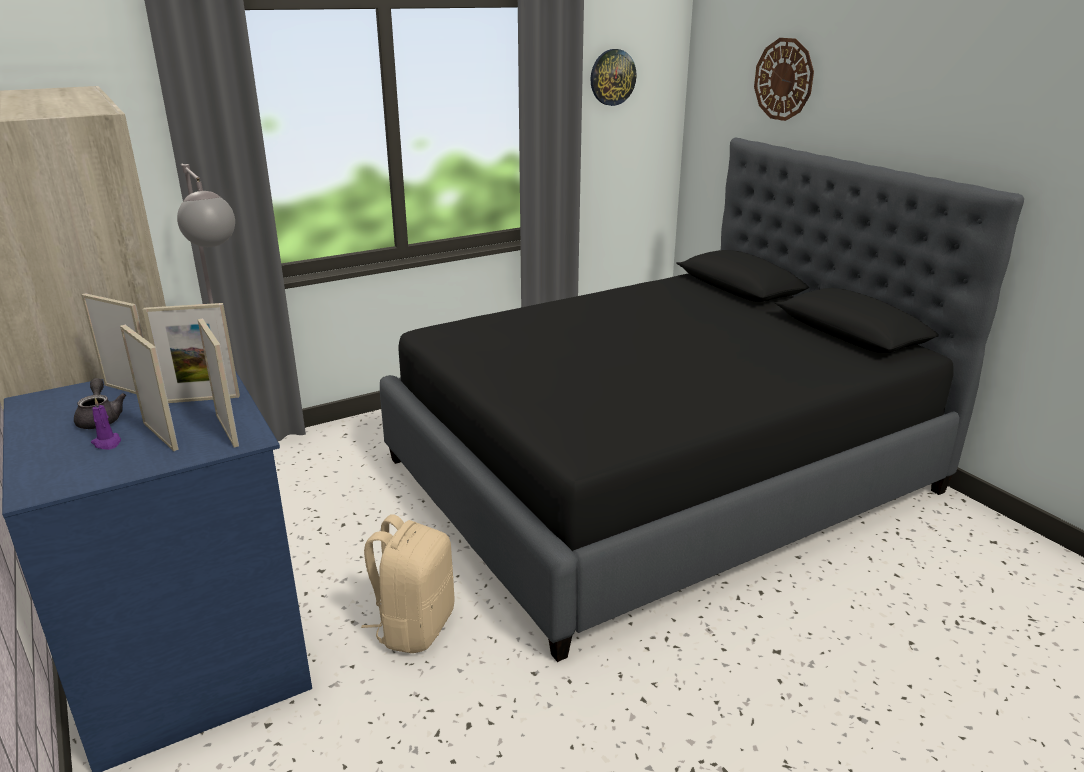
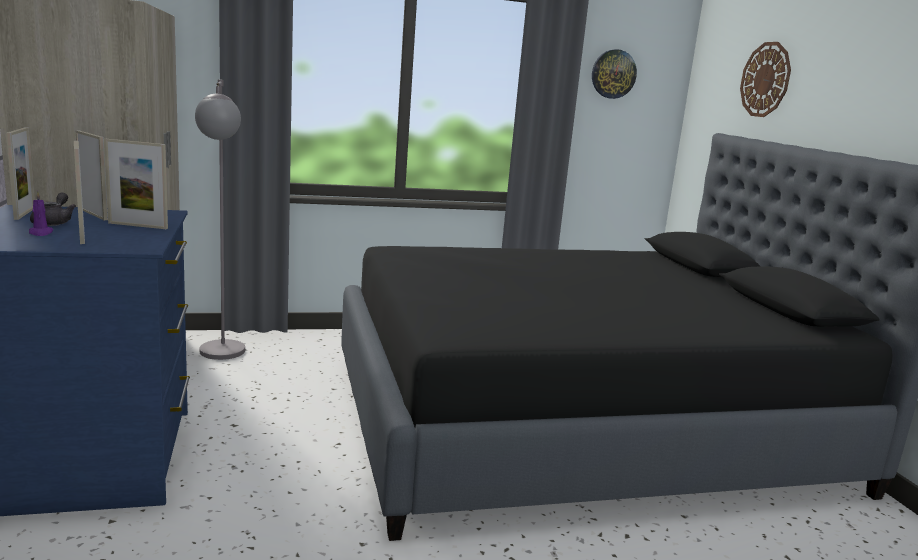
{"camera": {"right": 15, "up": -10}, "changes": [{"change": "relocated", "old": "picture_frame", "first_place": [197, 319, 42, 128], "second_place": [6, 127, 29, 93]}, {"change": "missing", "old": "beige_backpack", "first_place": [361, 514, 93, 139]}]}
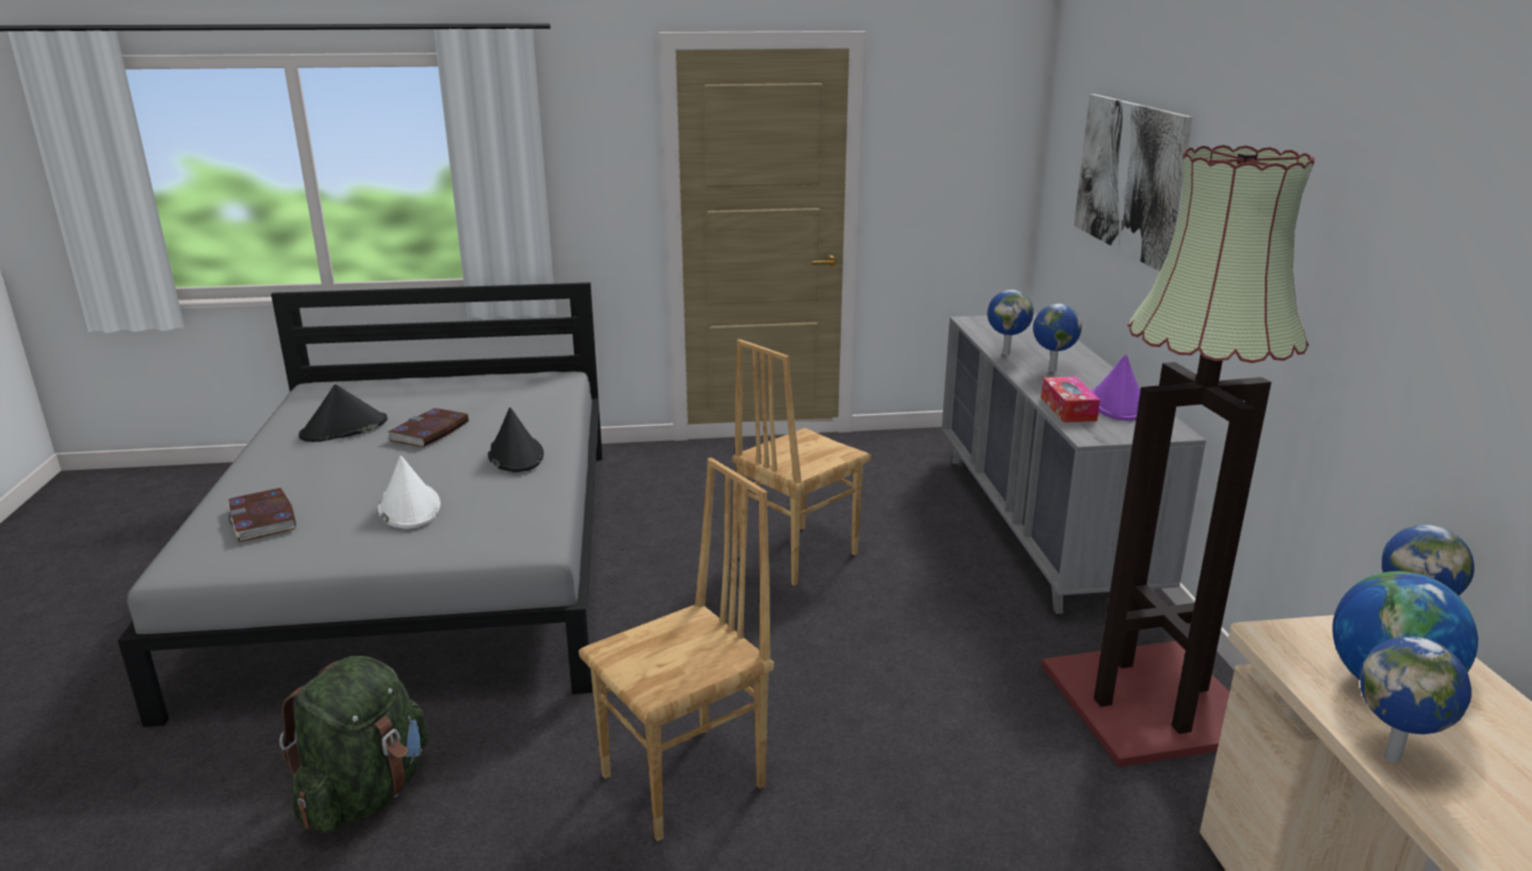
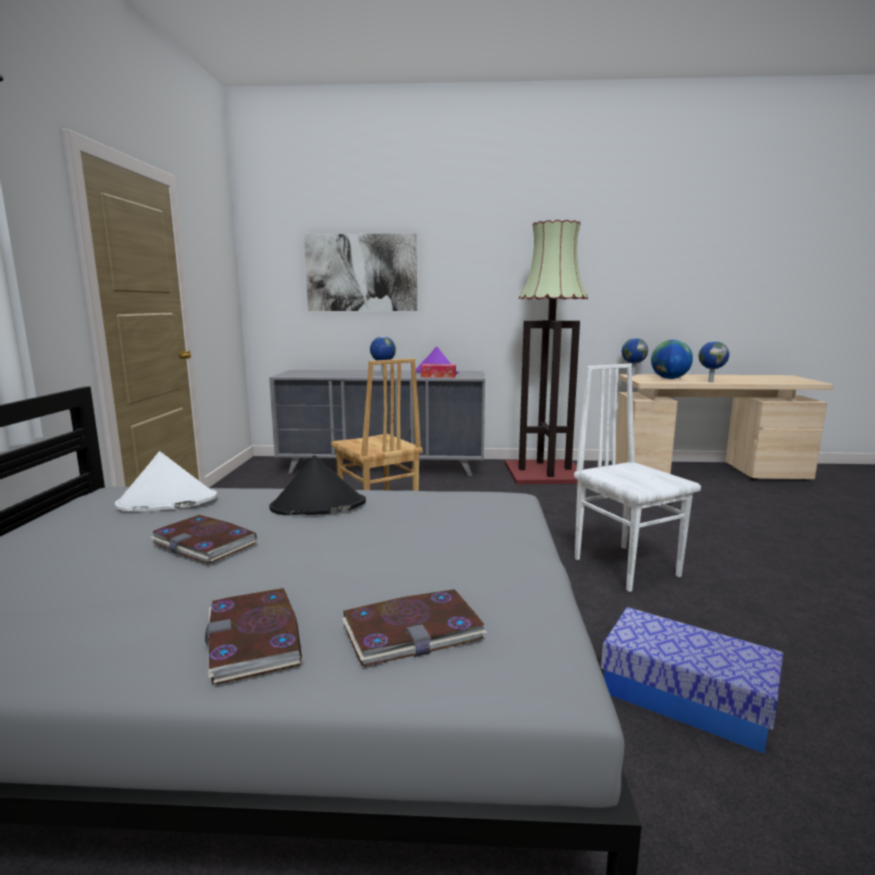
{"camera": {"right": -80, "up": -10}, "changes": [{"change": "exchanged", "old": "green_backpack", "new": "storage_box", "first_place": [279, 656, 149, 177], "second_place": [601, 607, 182, 147]}, {"change": "missing", "old": "black_hat", "first_place": [299, 384, 89, 58]}, {"change": "relocated", "old": "white_hat", "first_place": [378, 456, 63, 73], "second_place": [115, 452, 102, 59]}, {"change": "colour", "old": "brown_chair", "new": "white_chair", "first_place": [579, 457, 195, 384], "second_place": [574, 364, 127, 228]}, {"change": "missing", "old": "globe", "first_place": [987, 290, 47, 65]}, {"change": "appeared", "new": "book", "second_place": [205, 588, 97, 97]}]}
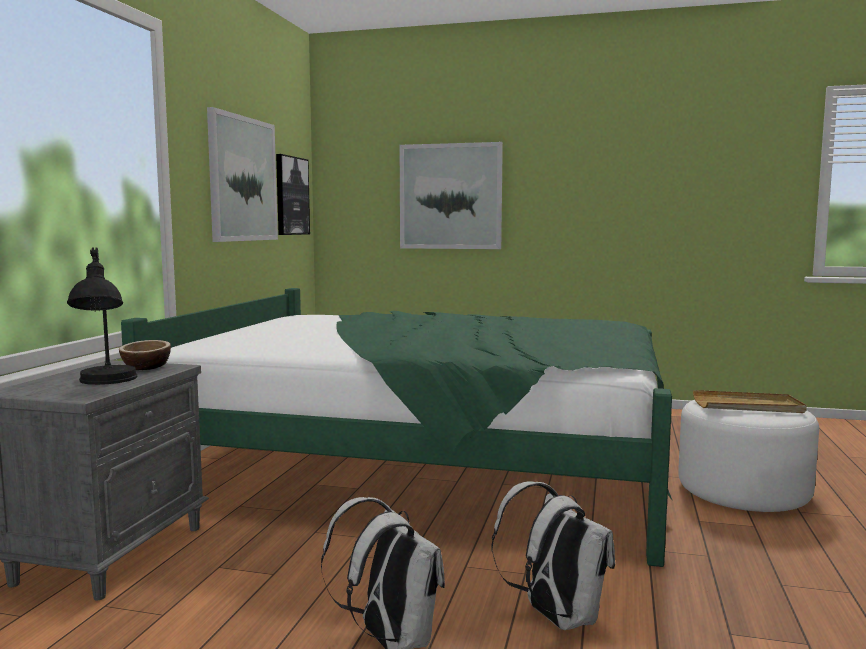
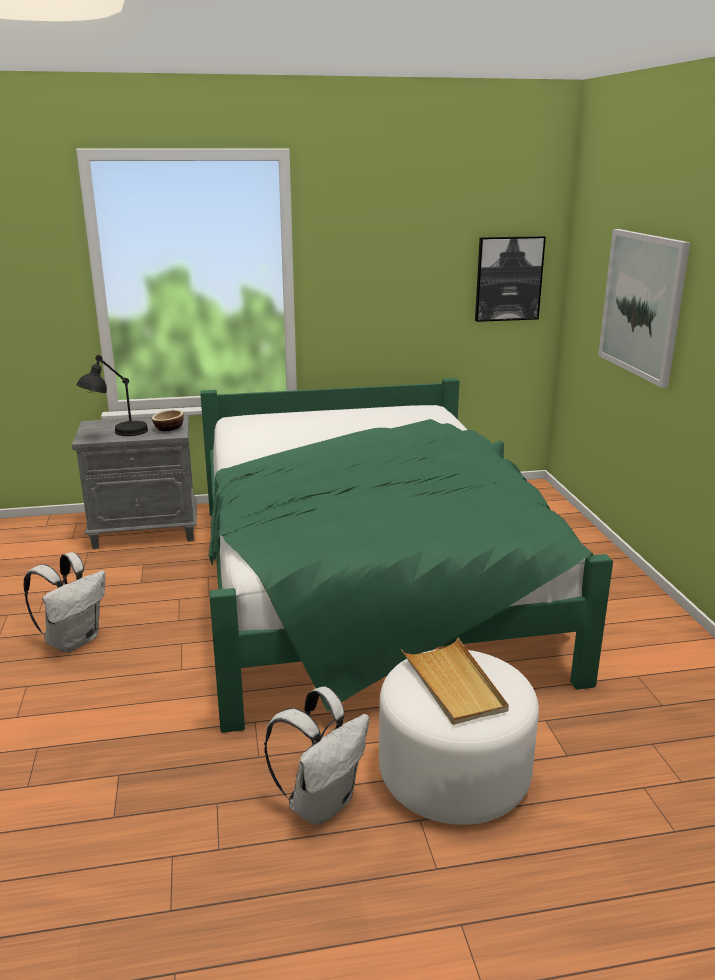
{"camera": {"right": 65, "up": 15}, "changes": [{"change": "missing", "old": "picture", "first_place": [207, 107, 71, 135]}, {"change": "relocated", "old": "white_backpack", "first_place": [491, 481, 124, 149], "second_place": [264, 686, 105, 139]}]}
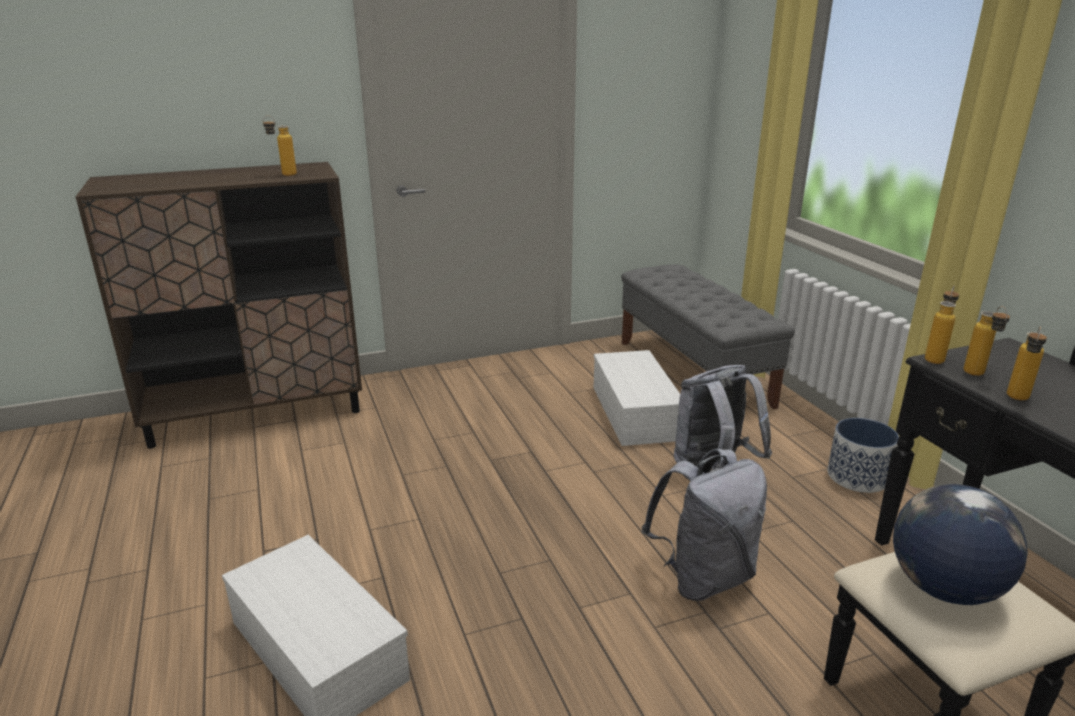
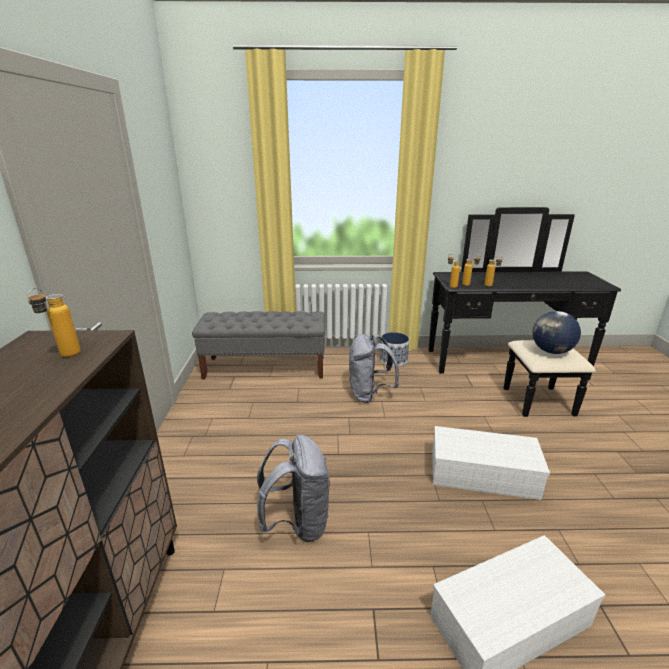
{"camera": {"right": -70, "up": 0}, "changes": [{"change": "relocated", "old": "white_storage_box", "first_place": [594, 350, 86, 96], "second_place": [432, 426, 118, 74]}, {"change": "relocated", "old": "grey_backpack", "first_place": [641, 449, 126, 152], "second_place": [257, 435, 73, 107]}]}
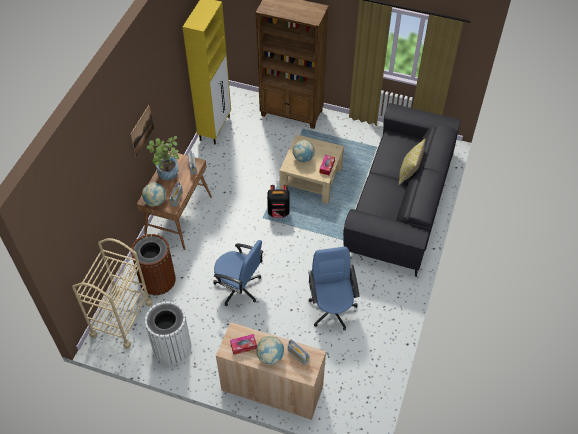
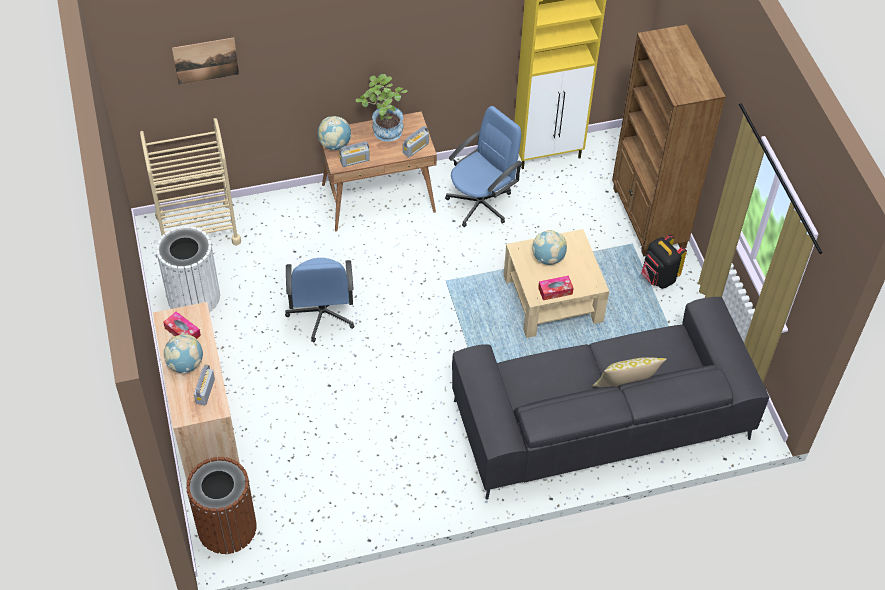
{"camera": {"right": 55, "up": 0}, "changes": [{"change": "relocated", "old": "picture", "first_place": [130, 105, 24, 52], "second_place": [172, 38, 67, 47]}, {"change": "relocated", "old": "brown_trash_can", "first_place": [131, 234, 45, 61], "second_place": [186, 457, 71, 97]}, {"change": "relocated", "old": "black_backpack", "first_place": [267, 185, 22, 33], "second_place": [641, 234, 46, 55]}, {"change": "relocated", "old": "blue_office_chair", "first_place": [308, 247, 51, 83], "second_place": [445, 106, 77, 121]}]}
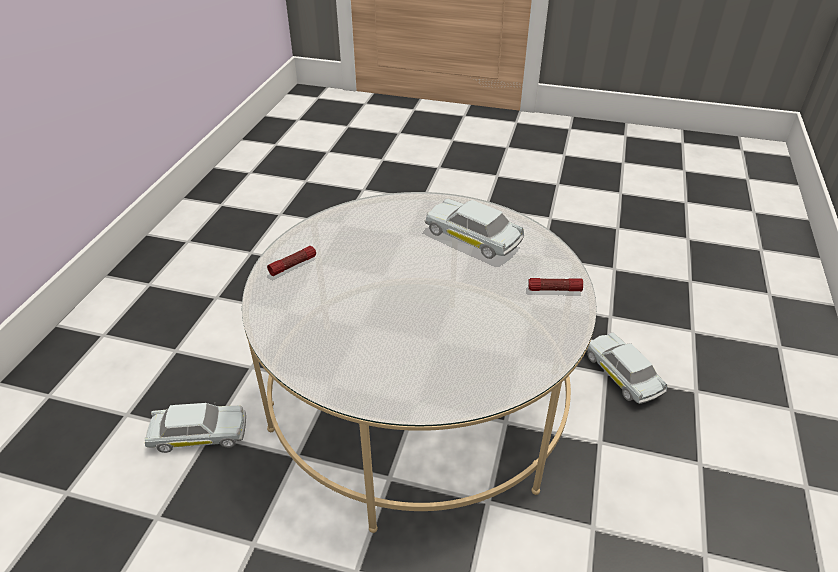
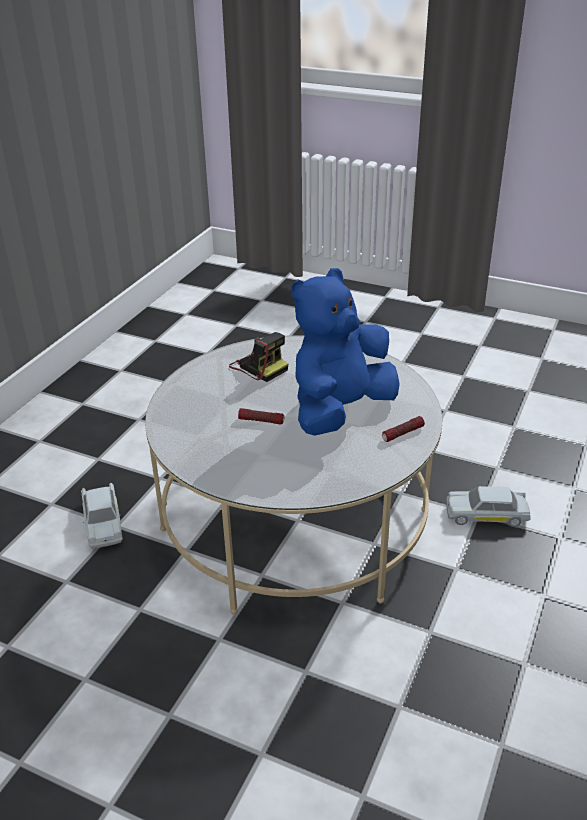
{"camera": {"right": -170, "up": -5}, "changes": [{"change": "missing", "old": "white_toy_car", "first_place": [424, 198, 100, 61]}, {"change": "relocated", "old": "flashlight", "first_place": [528, 278, 55, 13], "second_place": [238, 408, 46, 16]}, {"change": "appeared", "new": "photo_camera", "second_place": [229, 332, 59, 50]}, {"change": "appeared", "new": "blue_plush_toy", "second_place": [291, 268, 109, 168]}]}
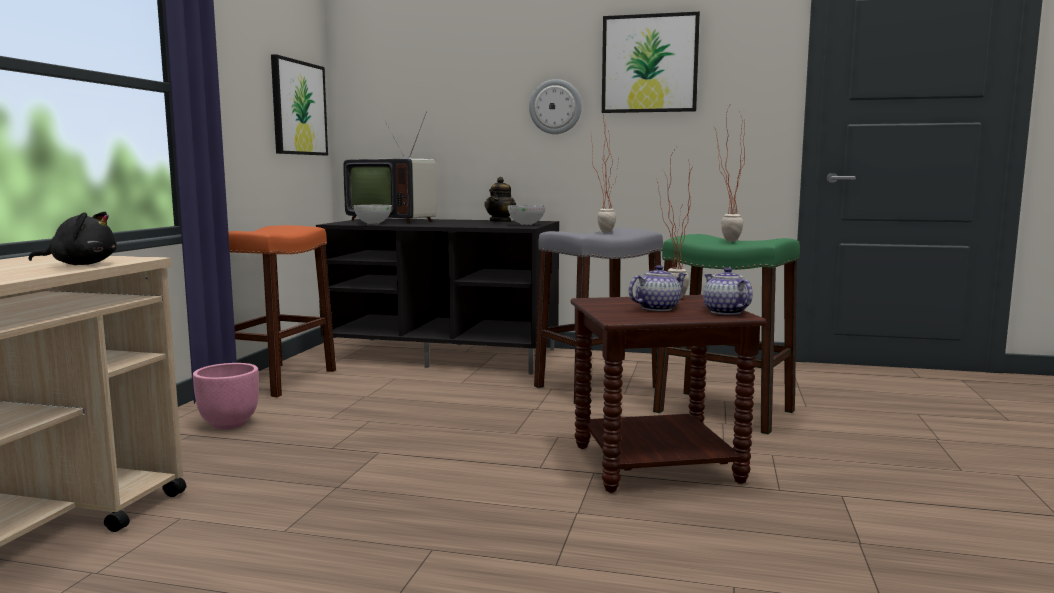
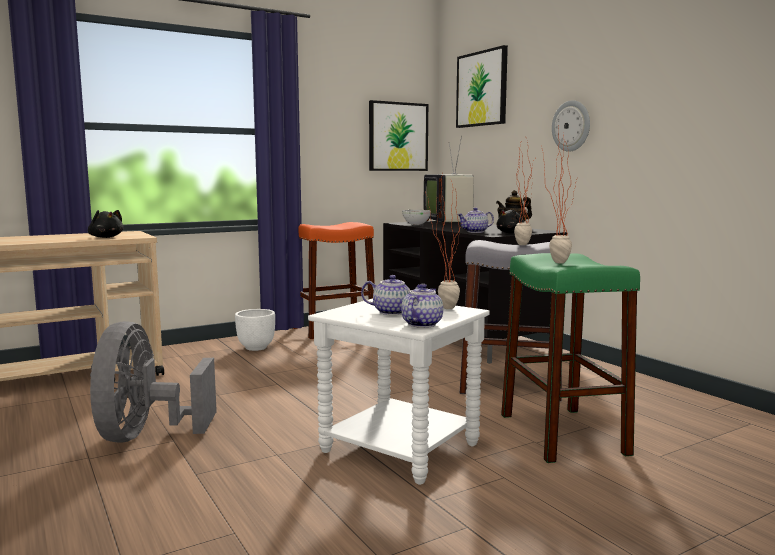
{"camera": {"right": 45, "up": 0}, "changes": [{"change": "colour", "old": "pink_planter", "new": "white_planter", "first_place": [193, 363, 66, 67], "second_place": [235, 309, 40, 42]}, {"change": "exchanged", "old": "bowl", "new": "black_plush_toy", "first_place": [508, 205, 38, 20], "second_place": [497, 208, 28, 25]}, {"change": "colour", "old": "brown_side_table", "new": "white_side_table", "first_place": [570, 295, 197, 198], "second_place": [308, 299, 182, 186]}, {"change": "relocated", "old": "picture", "first_place": [602, 12, 98, 101], "second_place": [456, 45, 52, 83]}, {"change": "appeared", "new": "grey_fan", "second_place": [90, 321, 127, 122]}, {"change": "appeared", "new": "teapot", "second_place": [457, 207, 37, 26]}]}
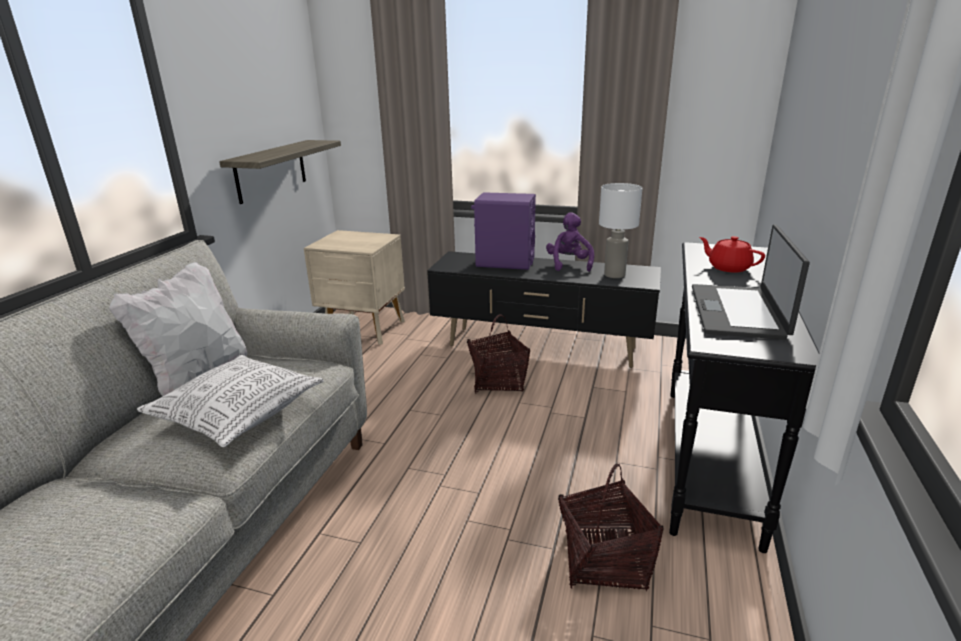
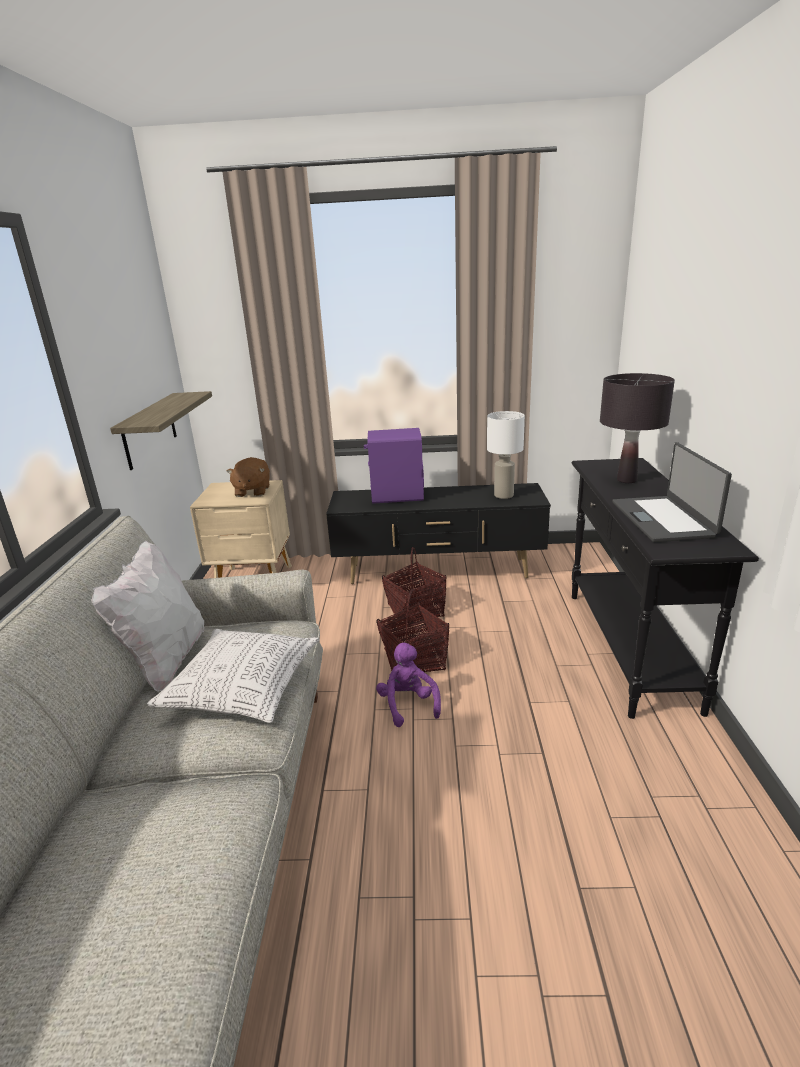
{"camera": {"right": -15, "up": 0}, "changes": [{"change": "relocated", "old": "purple_plush_toy", "first_place": [546, 212, 48, 60], "second_place": [376, 643, 65, 84]}, {"change": "relocated", "old": "basket", "first_place": [558, 463, 105, 128], "second_place": [376, 589, 73, 83]}, {"change": "exchanged", "old": "red_teapot", "new": "black_table_lamp", "first_place": [699, 236, 66, 37], "second_place": [600, 373, 75, 110]}, {"change": "appeared", "new": "brown_plush_toy", "second_place": [226, 457, 44, 40]}]}
